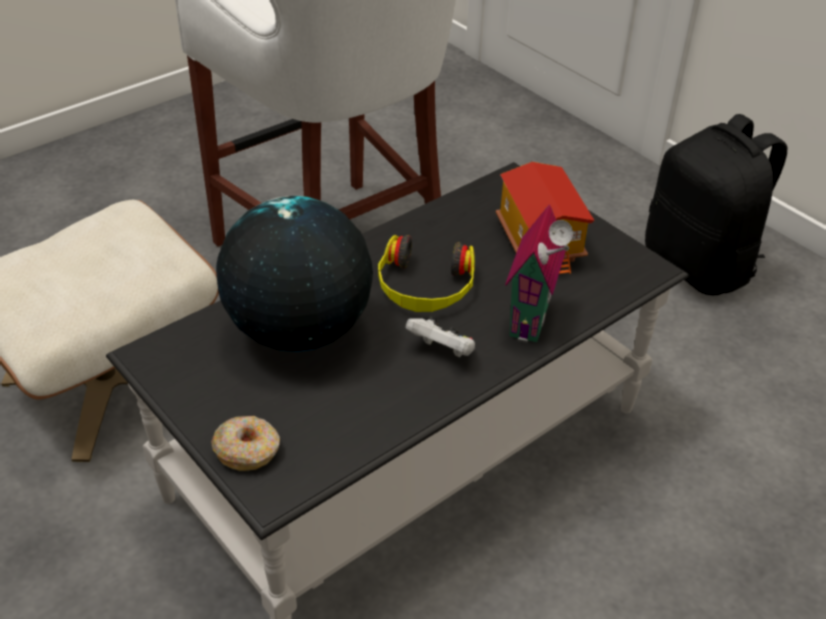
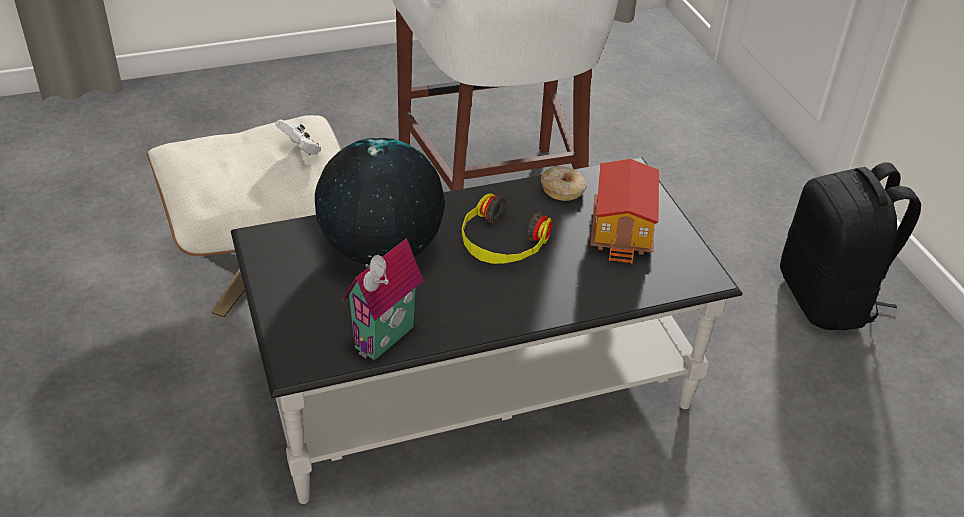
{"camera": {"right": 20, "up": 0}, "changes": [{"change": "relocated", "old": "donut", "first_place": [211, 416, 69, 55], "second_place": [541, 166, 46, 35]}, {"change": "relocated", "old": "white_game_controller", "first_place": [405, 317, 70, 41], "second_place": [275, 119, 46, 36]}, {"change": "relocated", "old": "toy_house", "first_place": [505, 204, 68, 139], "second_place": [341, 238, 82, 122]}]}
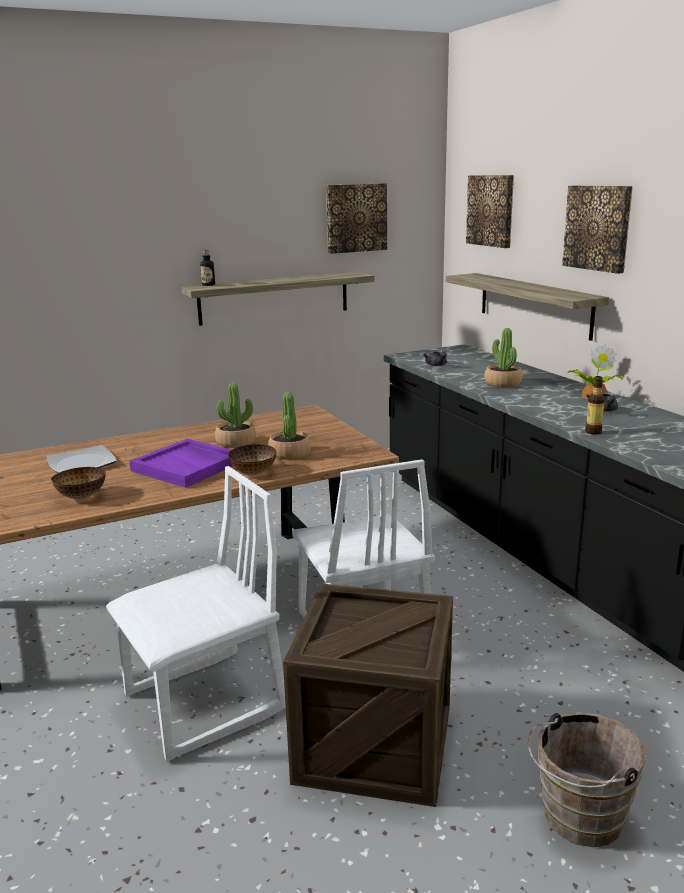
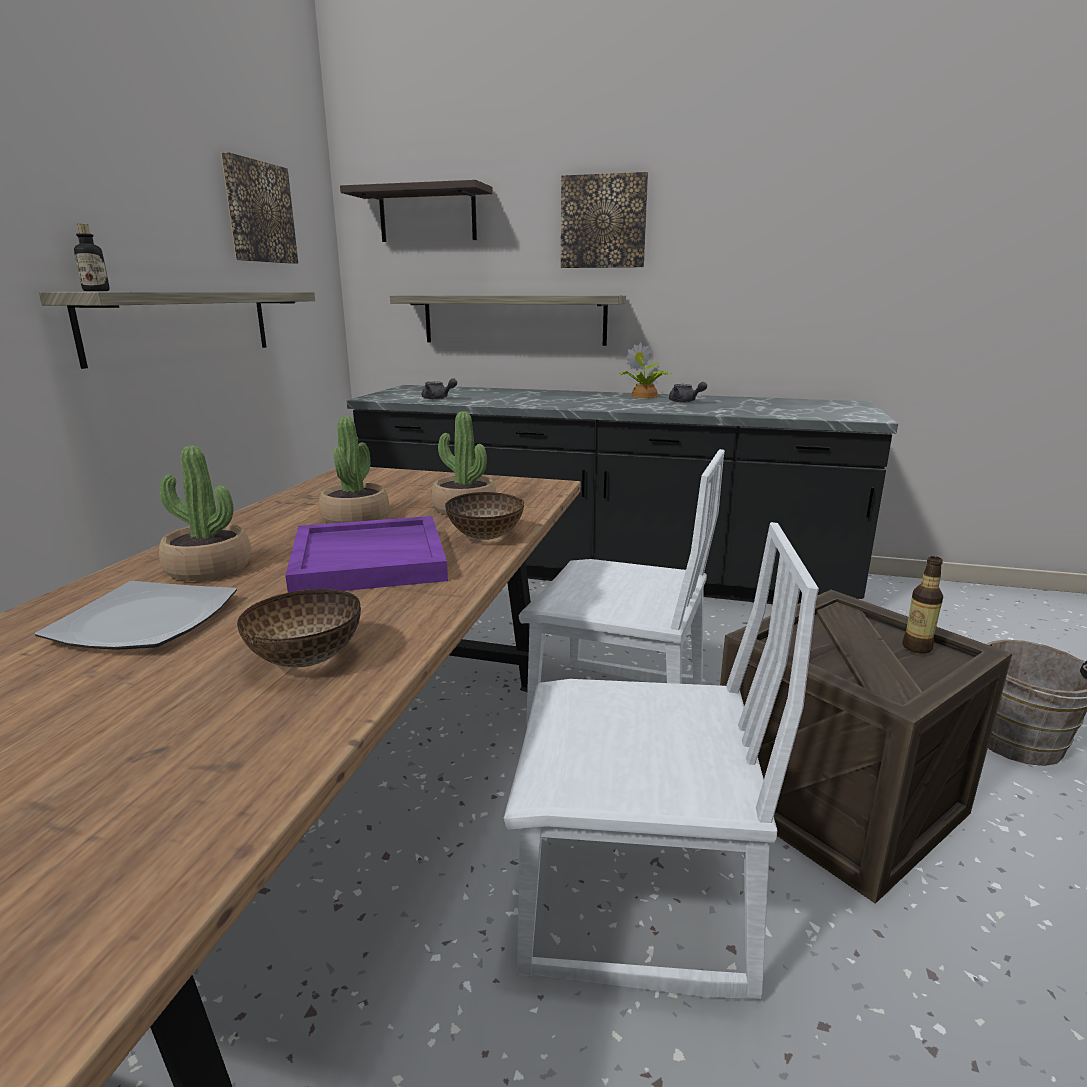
{"camera": {"right": -50, "up": 0}, "changes": [{"change": "spun", "old": "white_chair", "first_place": [106, 466, 180, 296], "second_place": [504, 522, 315, 477], "degrees": 90}, {"change": "exchanged", "old": "picture", "new": "shelf", "first_place": [466, 175, 48, 73], "second_place": [340, 180, 153, 62]}, {"change": "relocated", "old": "potted_plant", "first_place": [484, 328, 39, 59], "second_place": [159, 446, 92, 135]}, {"change": "relocated", "old": "bottle", "first_place": [585, 376, 20, 59], "second_place": [902, 556, 41, 98]}]}
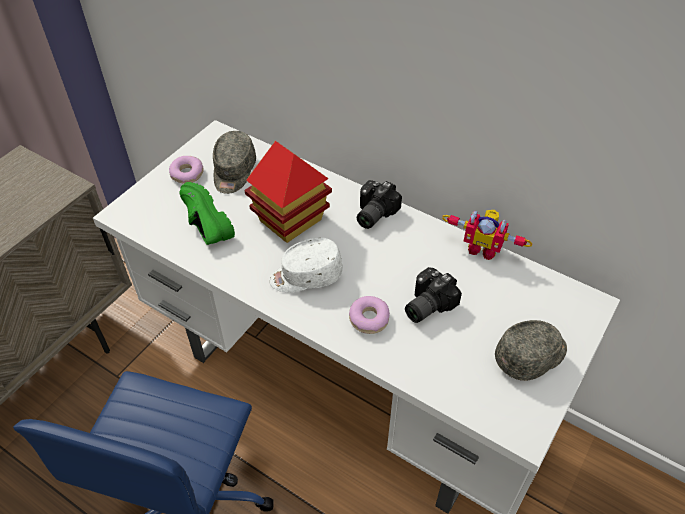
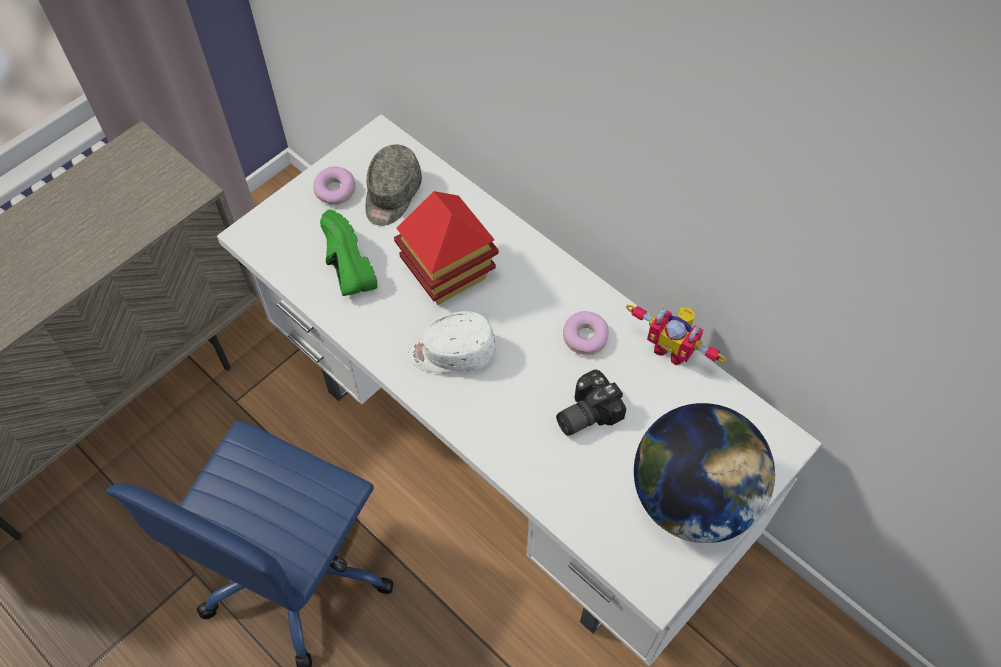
{"camera": {"right": 10, "up": 10}, "changes": [{"change": "relocated", "old": "donut", "first_place": [349, 296, 41, 38], "second_place": [563, 311, 46, 44]}, {"change": "missing", "old": "photo_camera", "first_place": [357, 180, 45, 49]}, {"change": "exchanged", "old": "grey_cap", "new": "globe", "first_place": [495, 320, 72, 61], "second_place": [634, 403, 141, 140]}]}
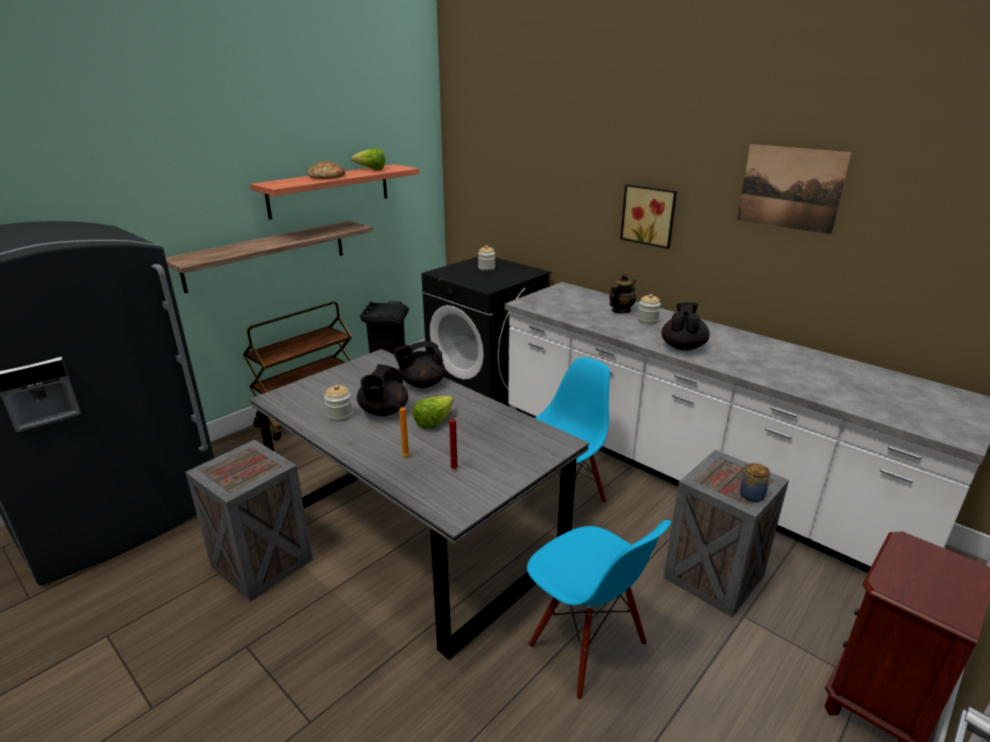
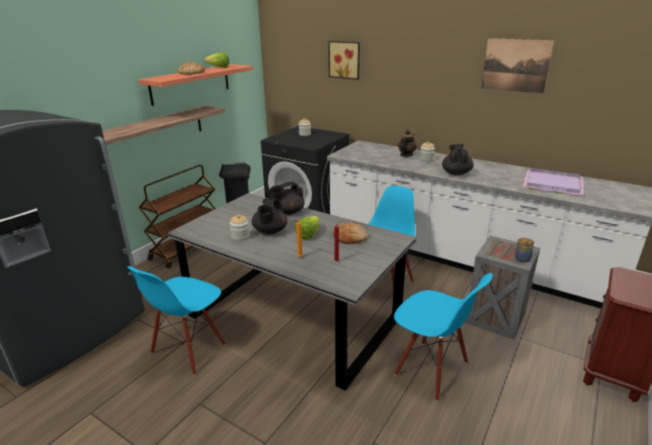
{"camera": {"right": -10, "up": 0}, "changes": [{"change": "exchanged", "old": "crate", "new": "blue_chair", "first_place": [185, 440, 128, 161], "second_place": [127, 266, 99, 110]}, {"change": "relocated", "old": "picture", "first_place": [620, 184, 57, 65], "second_place": [328, 41, 32, 39]}, {"change": "appeared", "new": "bread", "second_place": [333, 222, 34, 22]}, {"change": "appeared", "new": "purple_tray", "second_place": [523, 168, 61, 27]}]}
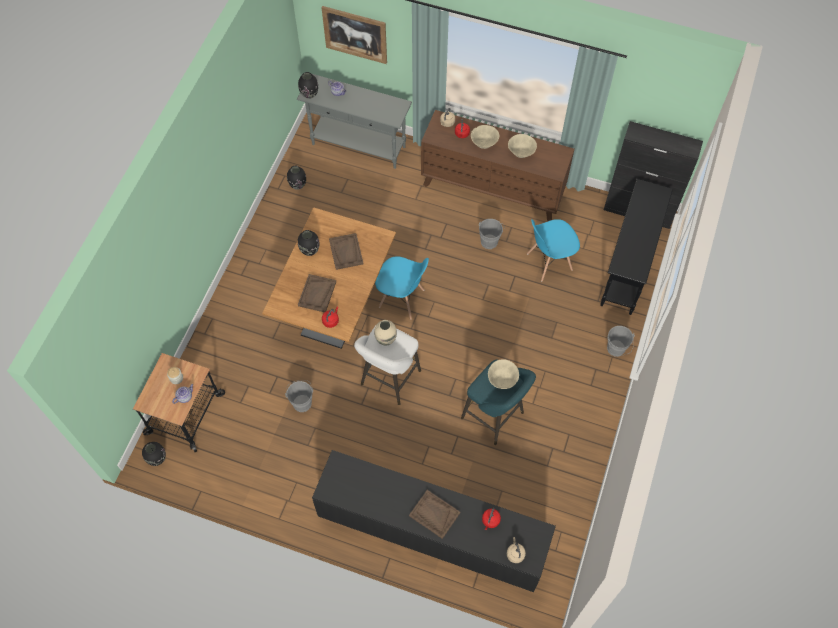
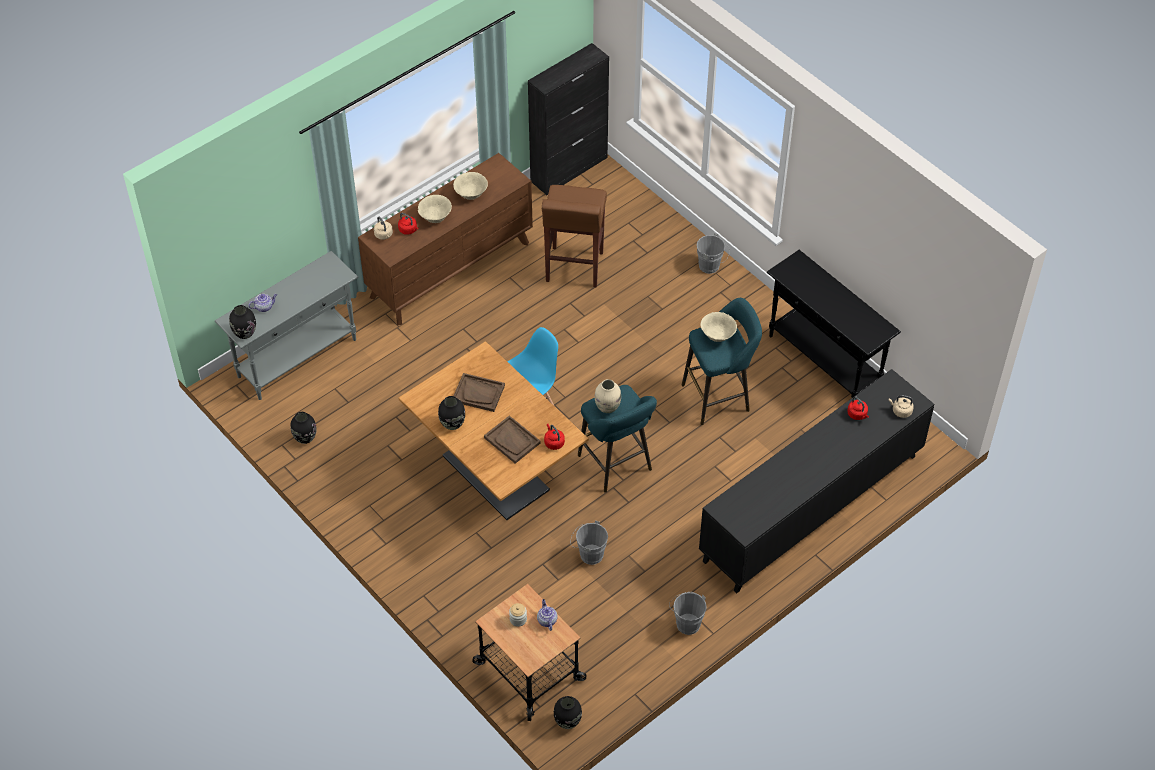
{"camera": {"right": -60, "up": -10}, "changes": [{"change": "missing", "old": "picture", "first_place": [321, 6, 66, 58]}, {"change": "colour", "old": "white_stool", "new": "turquoise_stool", "first_place": [354, 327, 67, 78], "second_place": [578, 385, 79, 108]}, {"change": "missing", "old": "brown_tray", "first_place": [409, 490, 51, 49]}, {"change": "relocated", "old": "grey_bucket", "first_place": [479, 219, 26, 30], "second_place": [669, 592, 38, 43]}, {"change": "exchanged", "old": "blue_chair", "new": "brown_stool", "first_place": [527, 219, 53, 62], "second_place": [542, 185, 65, 102]}, {"change": "relocated", "old": "black_console_table", "first_place": [600, 179, 73, 136], "second_place": [767, 250, 134, 148]}]}
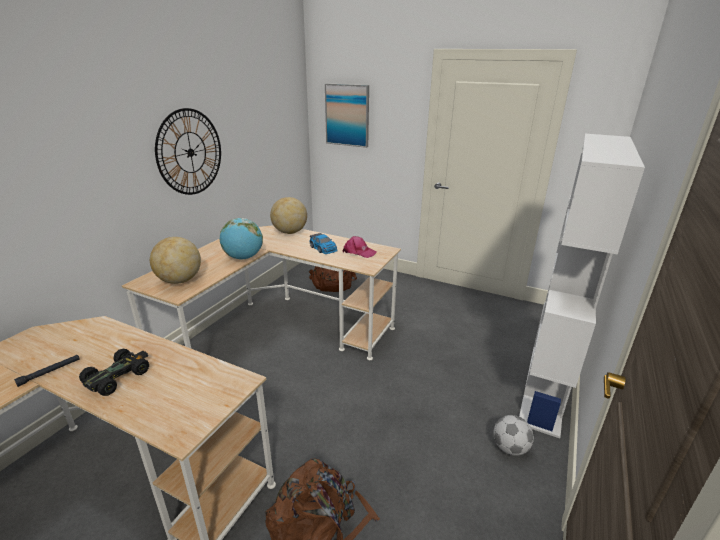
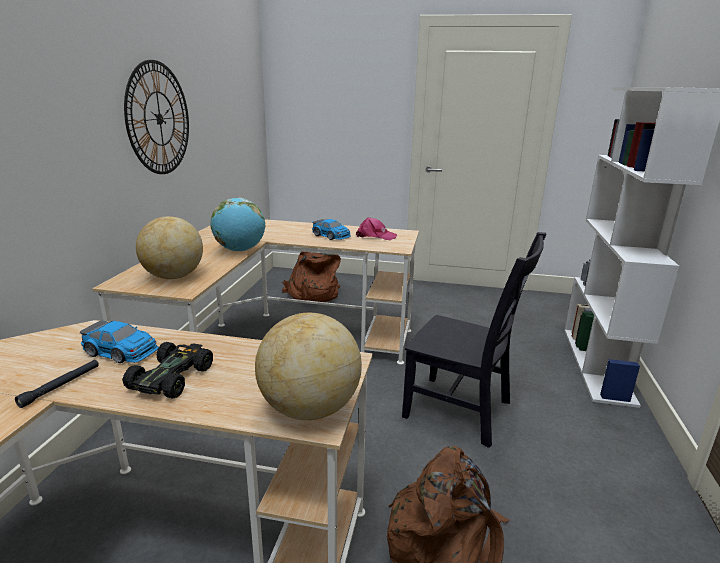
{"camera": {"right": -15, "up": -5}, "changes": [{"change": "relocated", "old": "globe", "first_place": [270, 197, 37, 37], "second_place": [255, 313, 107, 107]}, {"change": "missing", "old": "picture", "first_place": [325, 83, 44, 65]}, {"change": "missing", "old": "football", "first_place": [493, 415, 41, 41]}, {"change": "appeared", "new": "toy_car", "second_place": [80, 320, 79, 43]}, {"change": "appeared", "new": "black_chair", "second_place": [402, 232, 145, 216]}]}
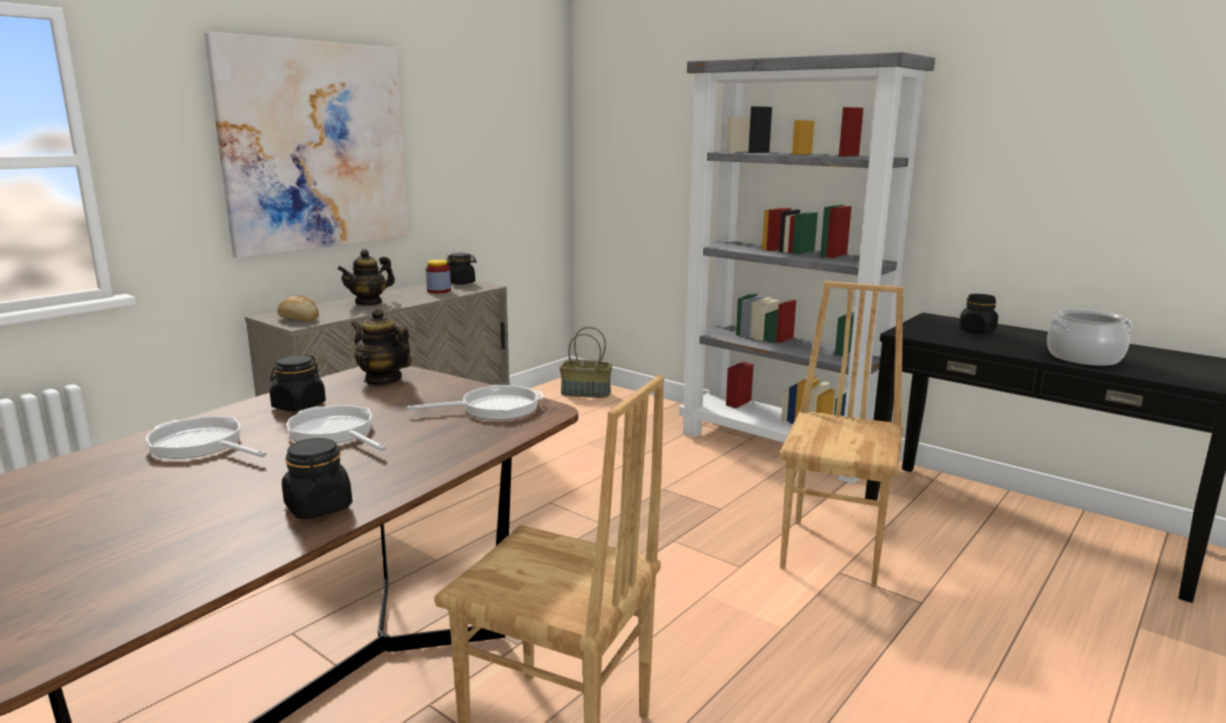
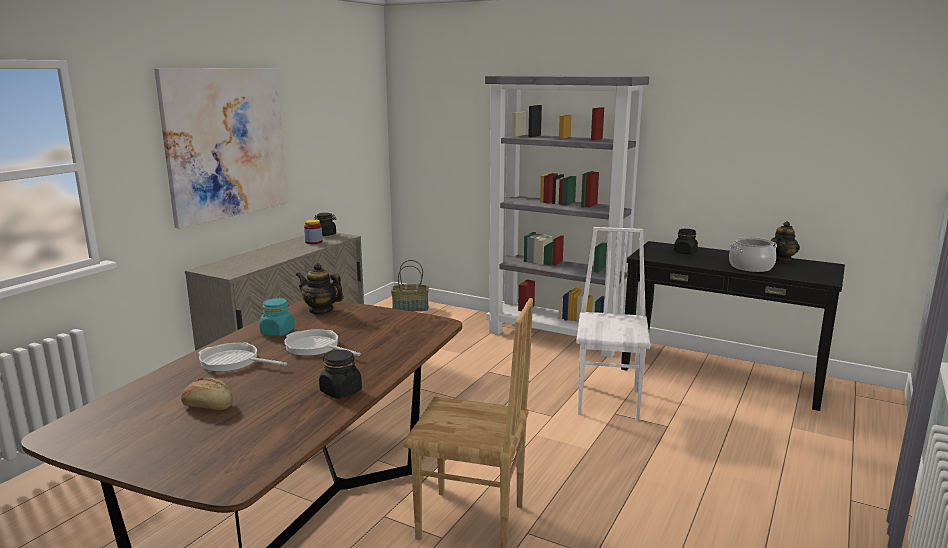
{"camera": {"right": -10, "up": 0}, "changes": [{"change": "colour", "old": "black_jar", "new": "turquoise_jar", "first_place": [270, 355, 56, 57], "second_place": [259, 298, 36, 38]}, {"change": "relocated", "old": "bread", "first_place": [277, 295, 42, 26], "second_place": [181, 378, 52, 32]}, {"change": "relocated", "old": "teapot", "first_place": [338, 249, 57, 57], "second_place": [771, 221, 29, 42]}, {"change": "missing", "old": "frying_pan", "first_place": [407, 385, 137, 35]}, {"change": "colour", "old": "brown_chair", "new": "white_chair", "first_place": [780, 281, 124, 306], "second_place": [576, 227, 75, 193]}]}
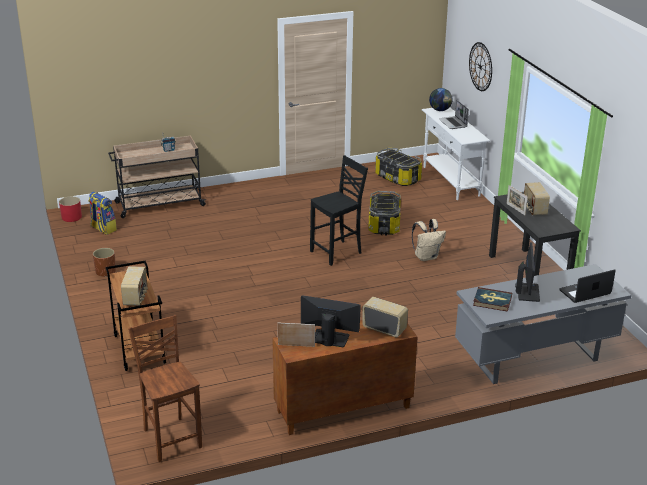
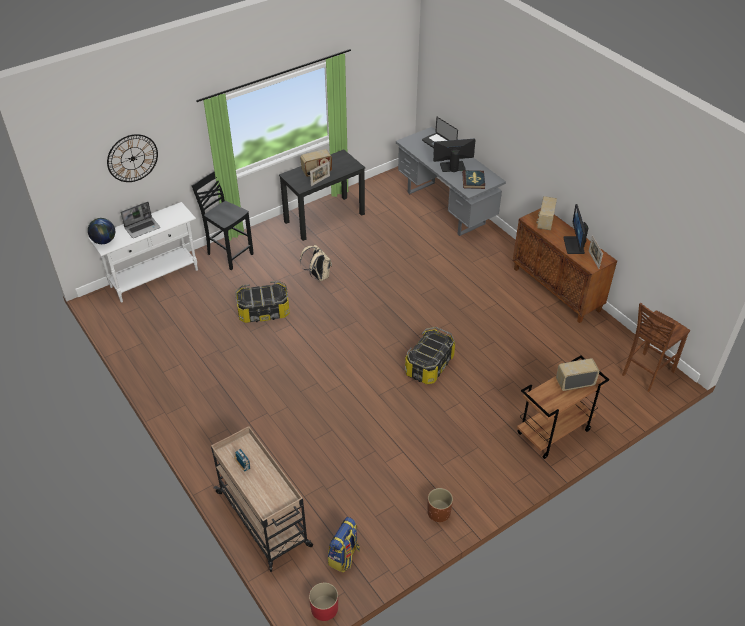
{"camera": {"right": -105, "up": 15}, "changes": [{"change": "relocated", "old": "black_chair", "first_place": [310, 155, 58, 111], "second_place": [191, 171, 63, 99]}, {"change": "relocated", "old": "storage_box", "first_place": [375, 148, 47, 38], "second_place": [405, 327, 50, 57]}]}
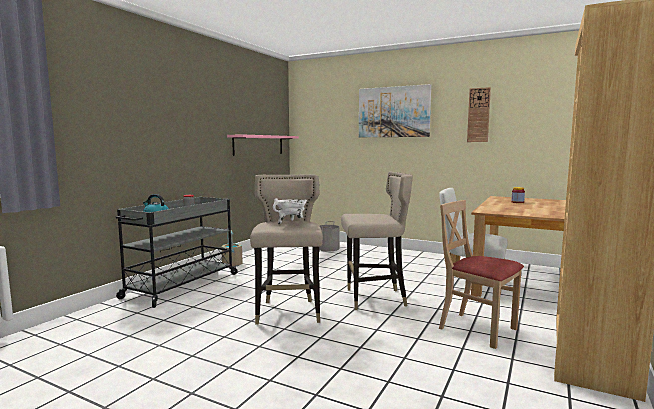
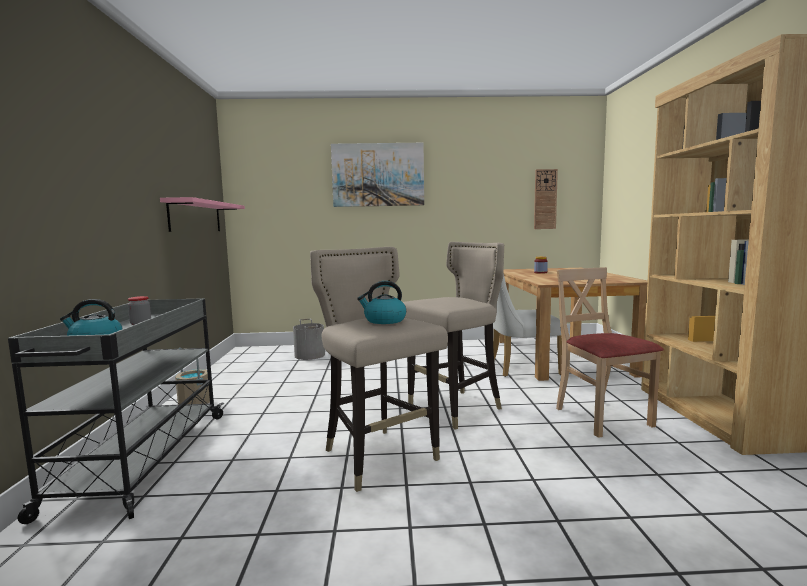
{"camera": {"right": -30, "up": 0}, "changes": [{"change": "exchanged", "old": "white_cooking_pot", "new": "kettle", "first_place": [273, 198, 34, 27], "second_place": [357, 281, 49, 43]}, {"change": "spun", "old": "beige_chair", "first_place": [439, 200, 85, 149], "second_place": [556, 267, 108, 171], "degrees": 60}, {"change": "relocated", "old": "wall_clock", "first_place": [467, 87, 24, 55], "second_place": [534, 169, 24, 60]}]}
